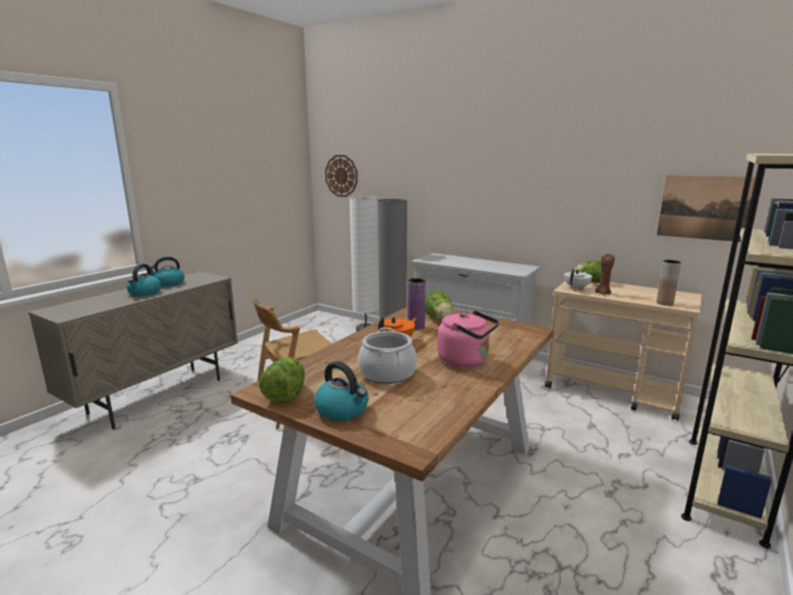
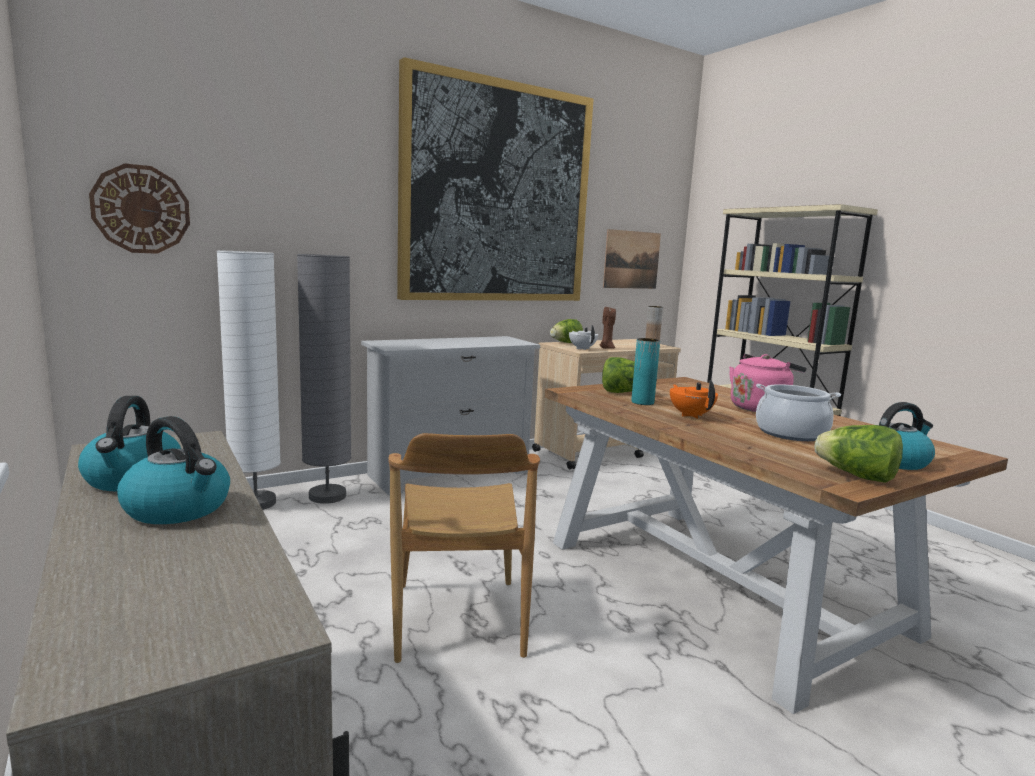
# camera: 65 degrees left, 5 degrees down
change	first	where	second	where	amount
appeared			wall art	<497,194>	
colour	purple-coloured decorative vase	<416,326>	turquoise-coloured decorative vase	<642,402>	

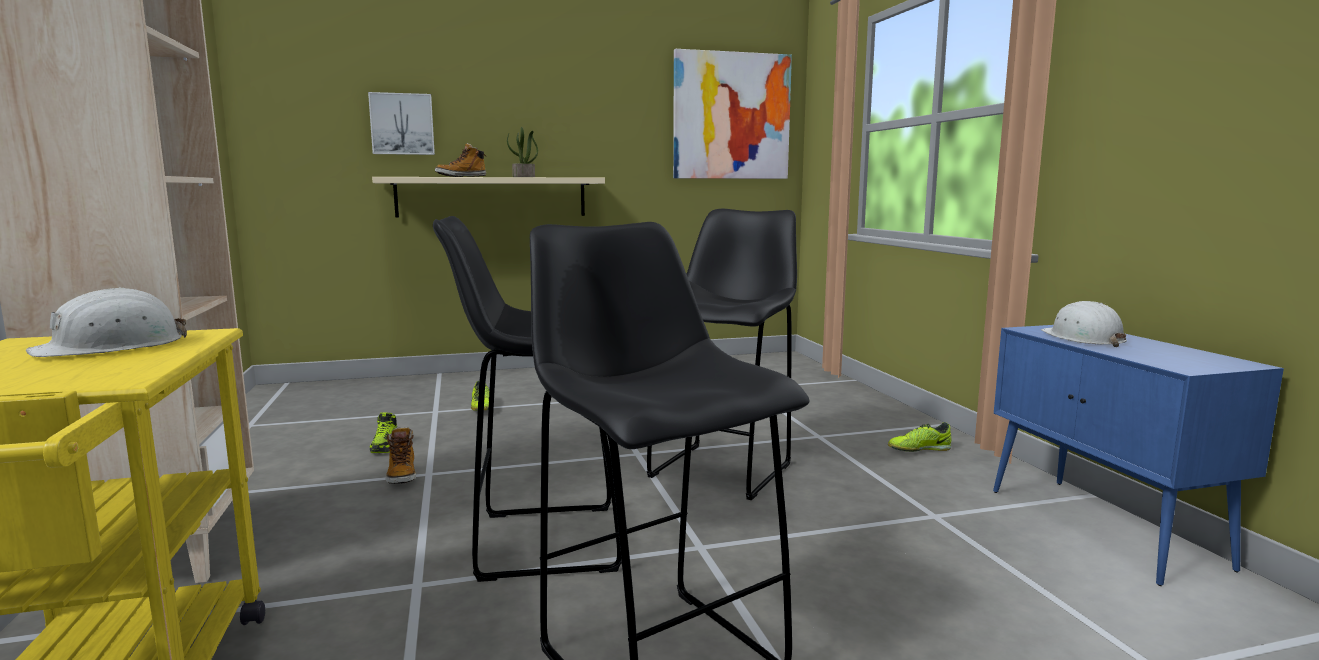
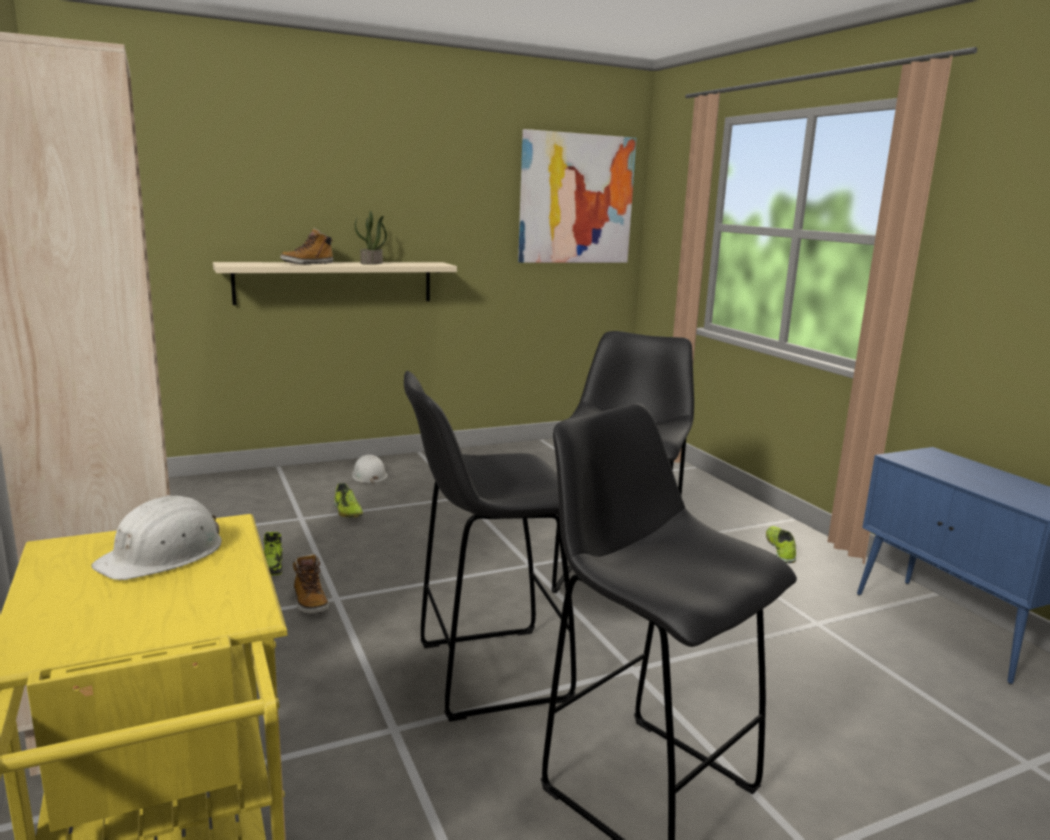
# camera: 10 degrees left, 5 degrees up
change	first	where	second	where	amount
missing	wall art	<402,124>			
relocated	white hard hat	<1082,338>		<369,476>	
spun	low shoe	<918,450>		<780,550>	120 degrees clockwise

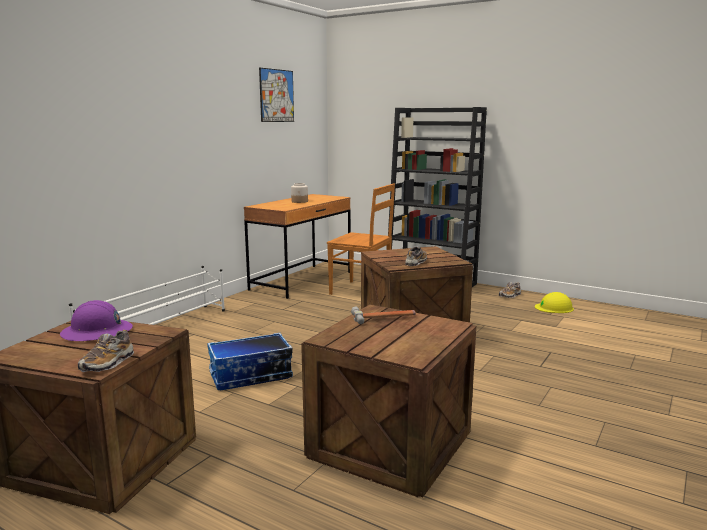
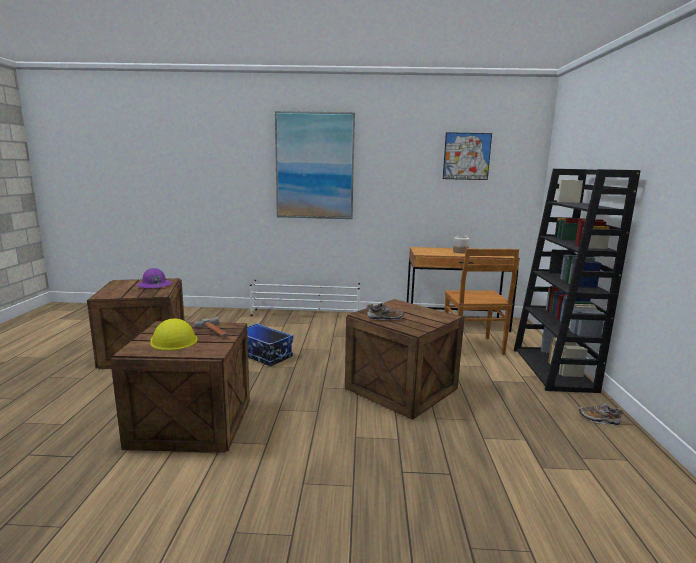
# camera: 60 degrees right, 0 degrees up
change	first	where	second	where	amount
missing	low shoe	<107,363>			
appeared			wall art	<314,166>	
relocated	yellow-coloured hard hat	<554,308>		<173,340>	

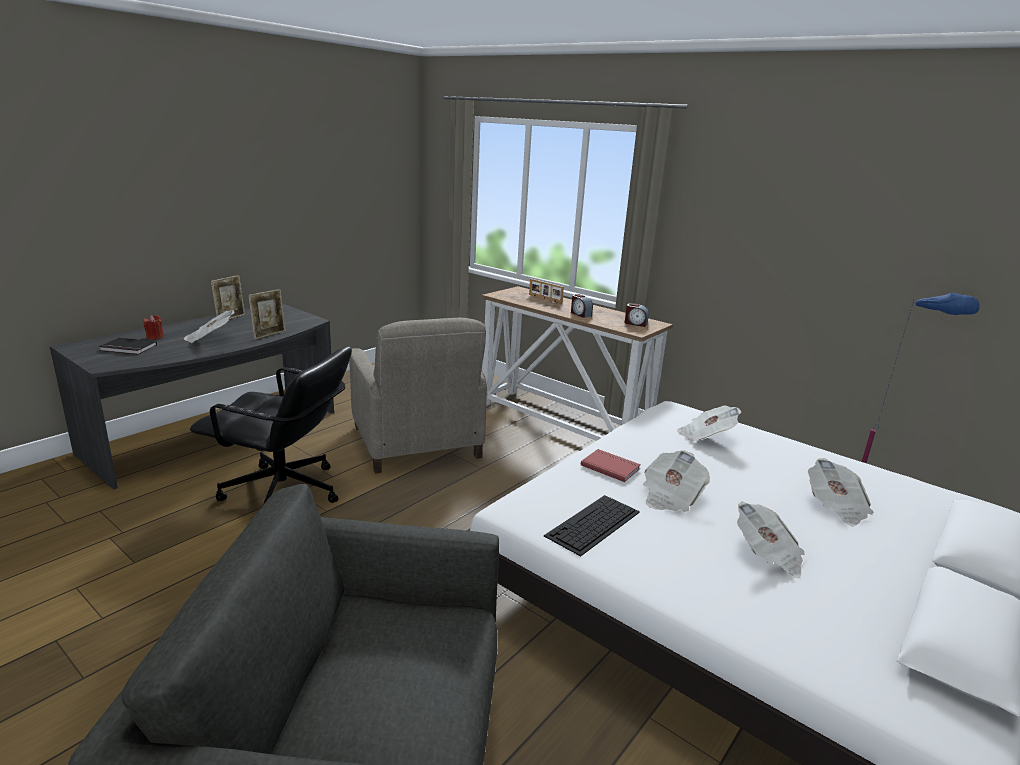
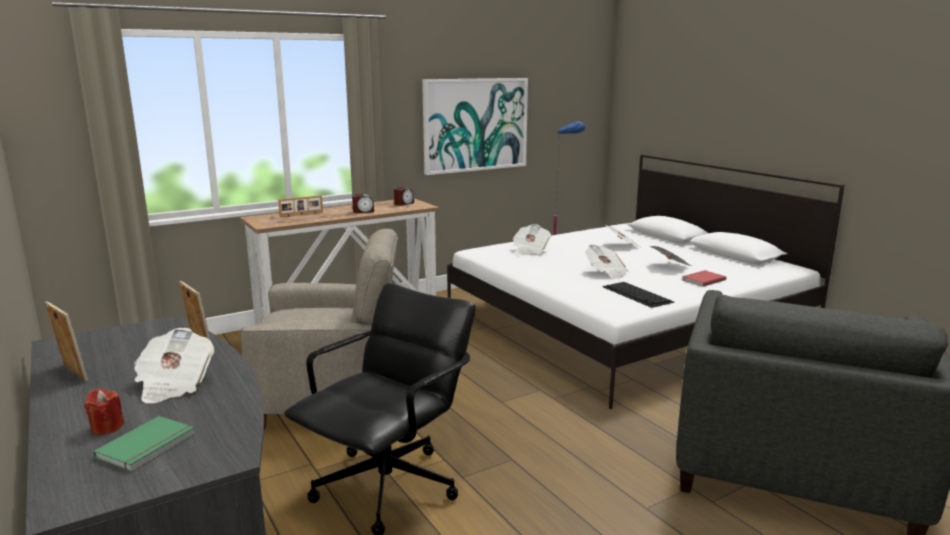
# camera: 70 degrees left, 5 degrees down
change	first	where	second	where	amount
appeared			wall art	<475,125>	
relocated	red-coloured volume	<610,466>		<702,279>	
colour	black volume	<128,348>	green-coloured volume	<148,446>	

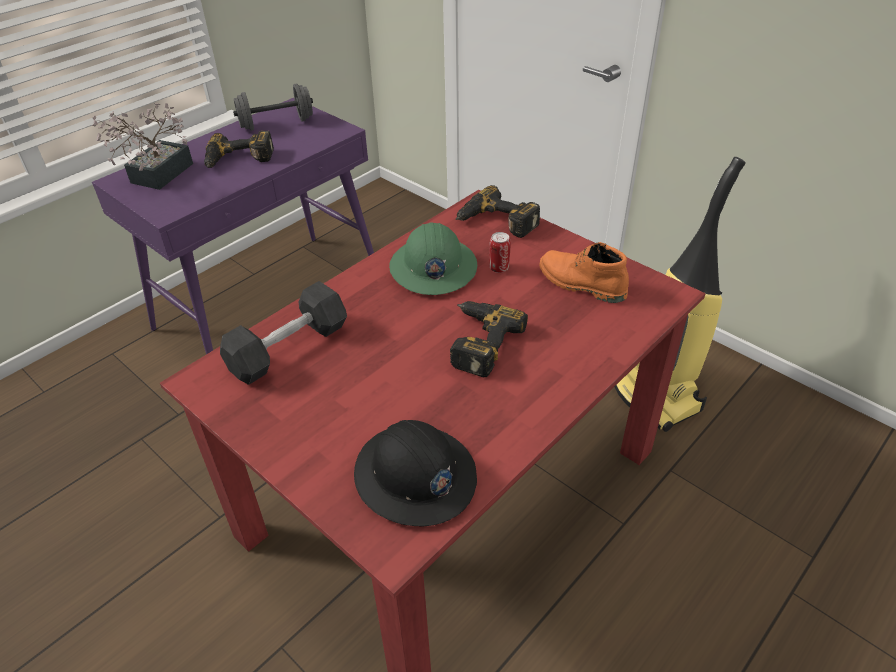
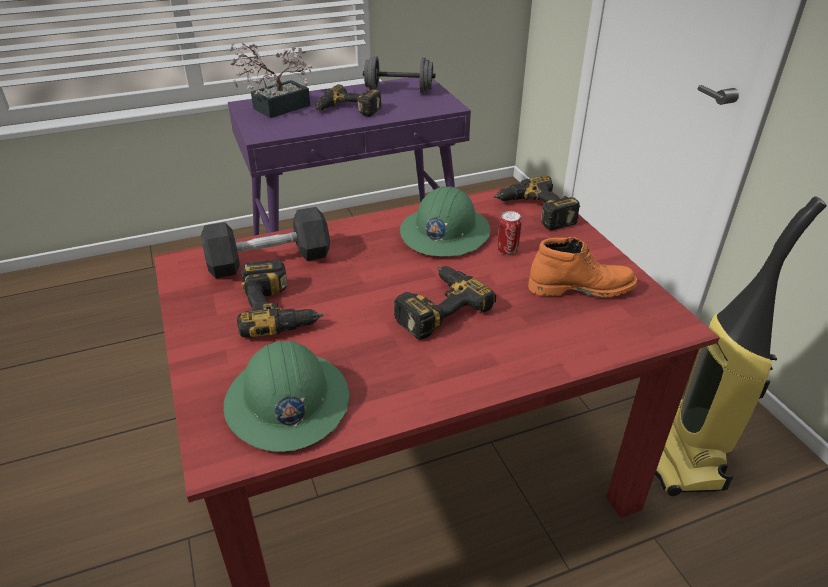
# camera: 25 degrees right, 5 degrees down
change	first	where	second	where	amount
appeared			power drill	<280,309>	
colour	black hard hat	<415,477>	green-coloured hard hat	<287,402>	
spun	orange-coloured high-top boot	<580,284>		<580,287>	120 degrees clockwise

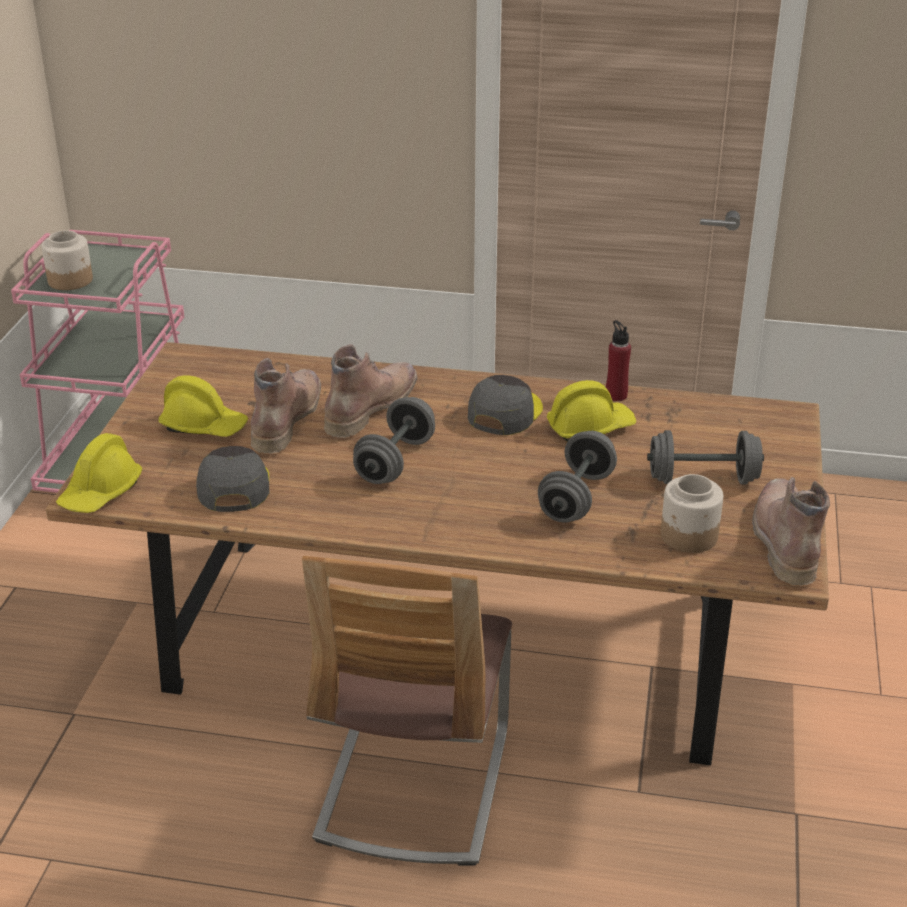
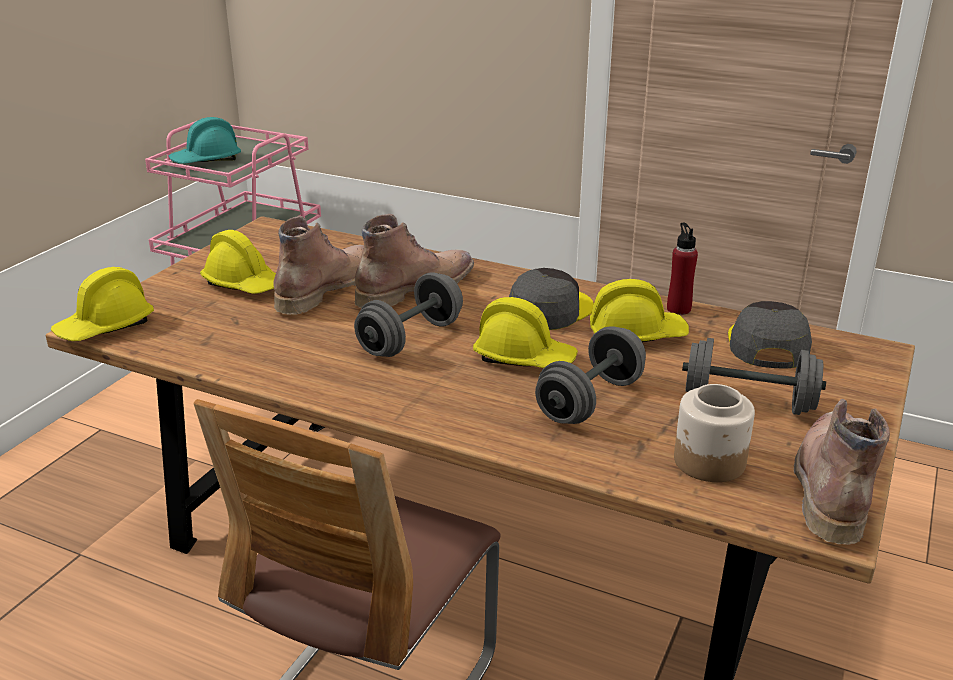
# camera: 15 degrees right, 5 degrees down
change	first	where	second	where	amount
appeared			yellow-coloured hard hat	<524,358>	
relocated	gray cap	<233,486>		<766,345>	
exchanged	jar	<71,280>	turquoise-coloured hard hat	<206,160>	

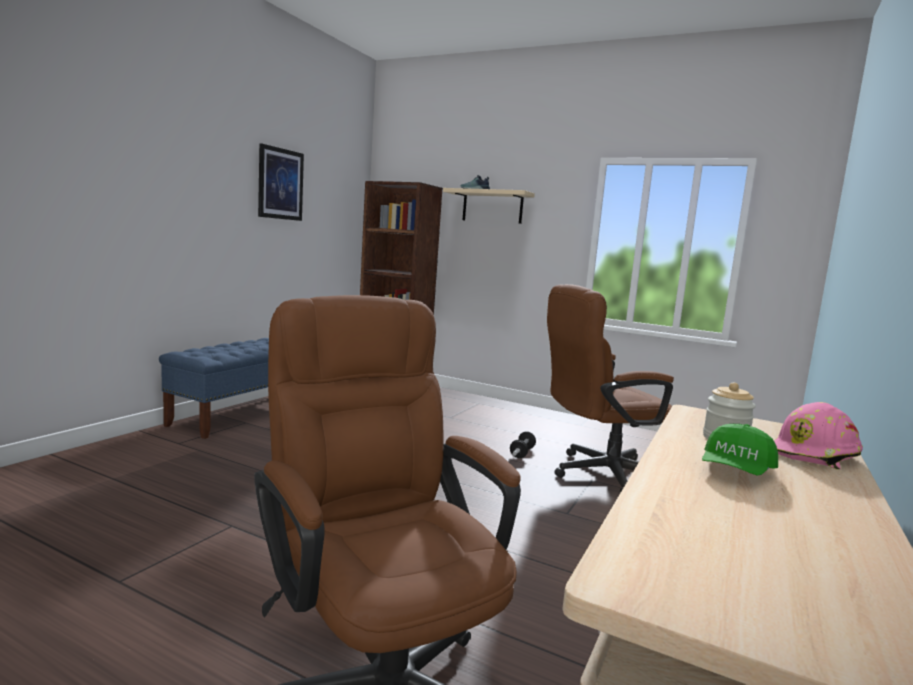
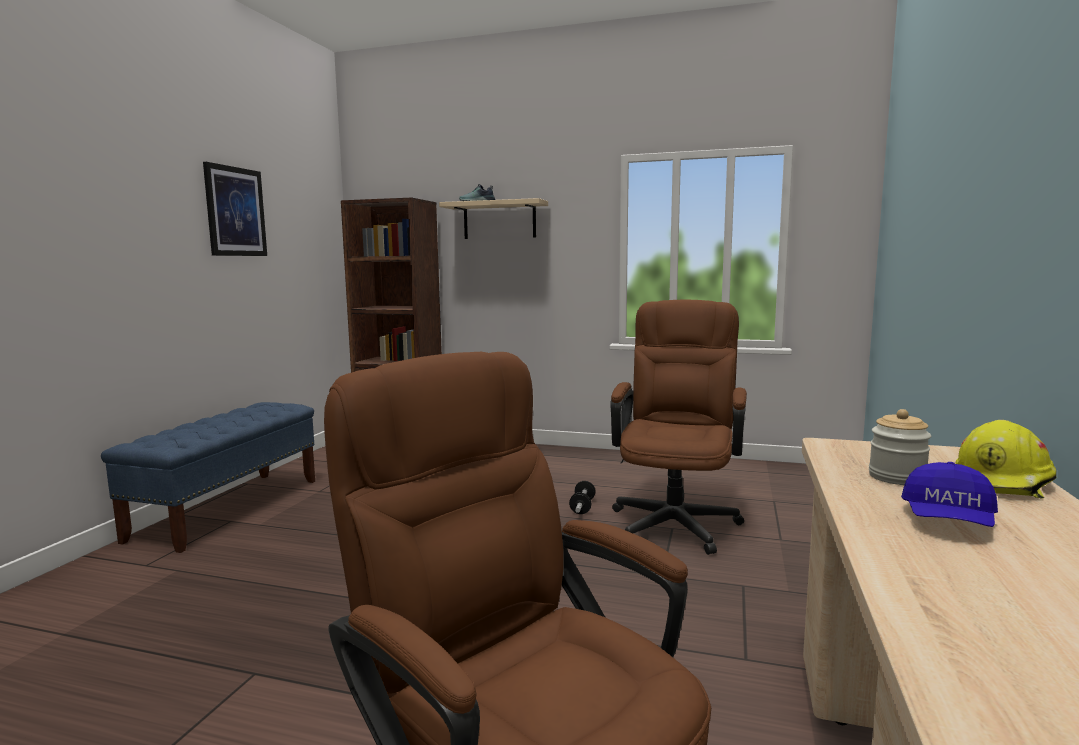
# camera: 10 degrees left, 0 degrees up
change	first	where	second	where	amount
colour	green-coloured cap	<736,471>	bluish cap	<948,521>	
colour	pink hard hat	<815,455>	yellow-coloured hard hat	<1002,483>	
spun	brown-coloured office chair	<598,474>		<676,519>	135 degrees clockwise

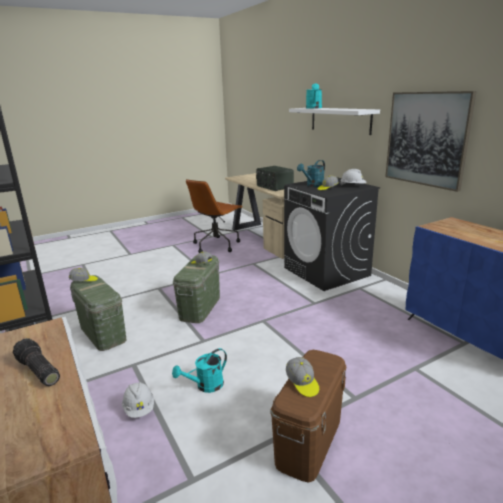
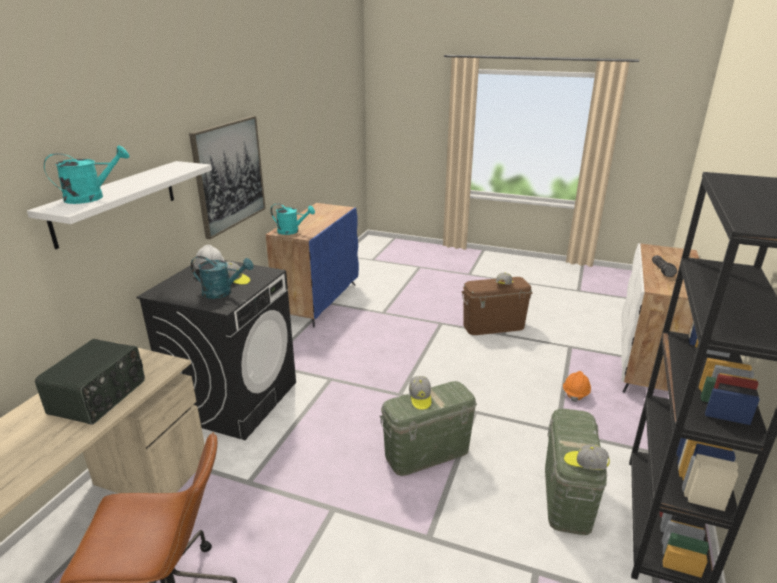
# camera: 130 degrees left, 5 degrees up
change	first	where	second	where	amount
relocated	turquoise-coloured watering pot	<205,386>		<292,231>	
colour	white hard hat	<139,408>	orange-coloured hard hat	<575,393>	

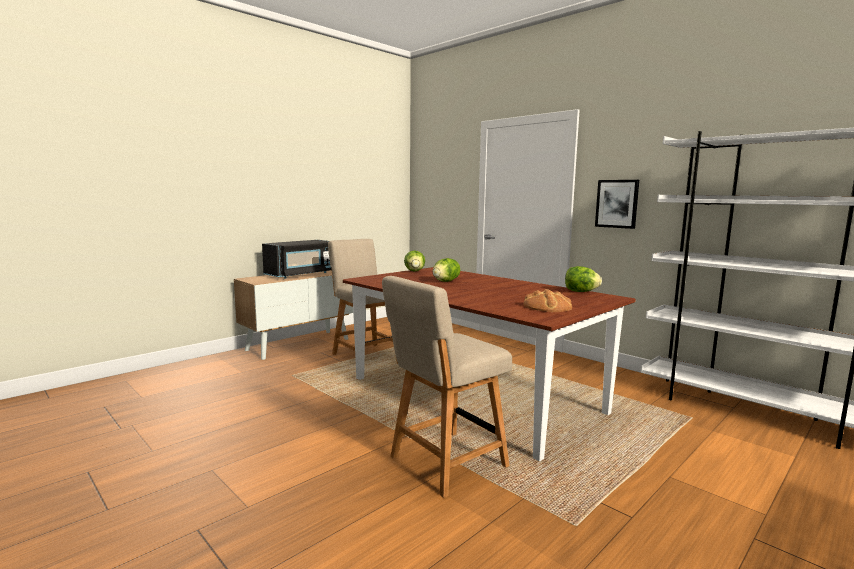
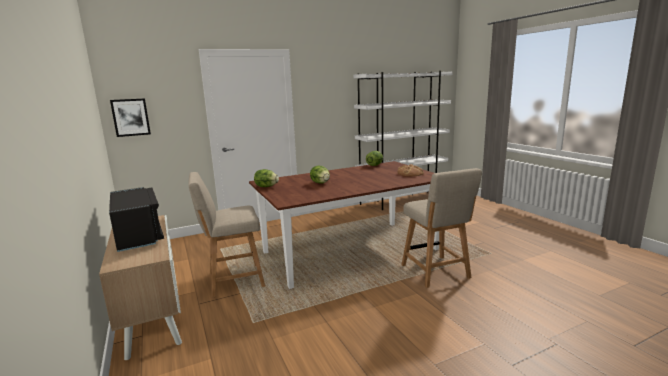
# camera: 70 degrees left, 5 degrees up
change	first	where	second	where	amount
relocated	wall art	<617,203>		<131,117>	

